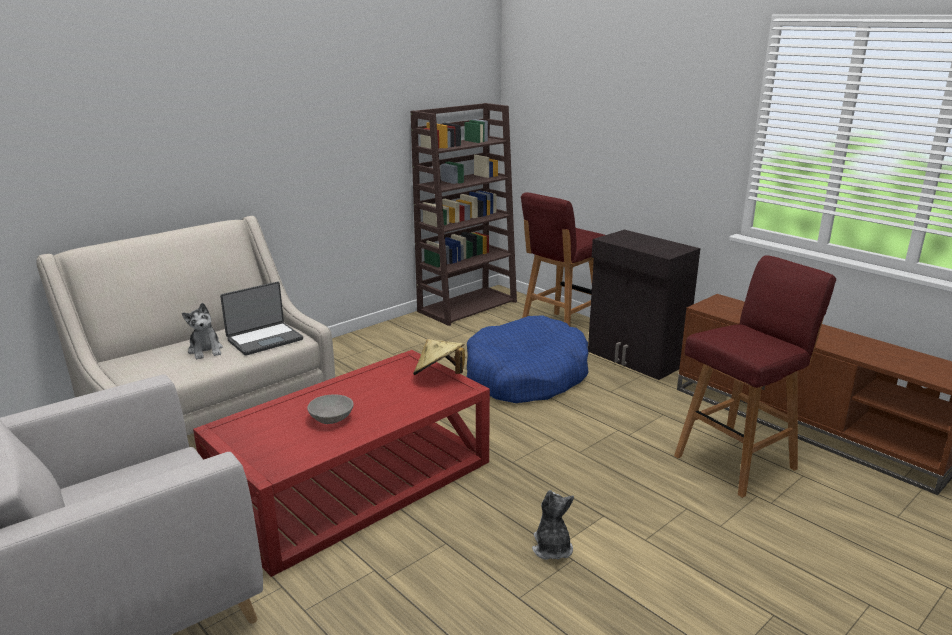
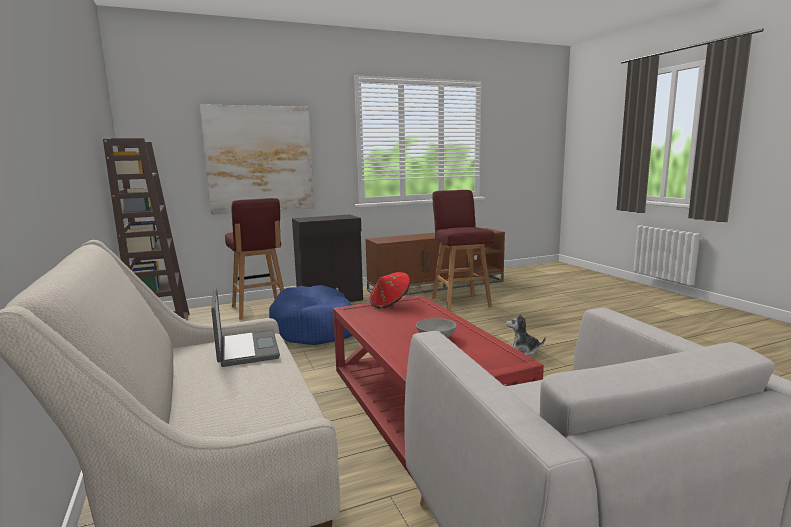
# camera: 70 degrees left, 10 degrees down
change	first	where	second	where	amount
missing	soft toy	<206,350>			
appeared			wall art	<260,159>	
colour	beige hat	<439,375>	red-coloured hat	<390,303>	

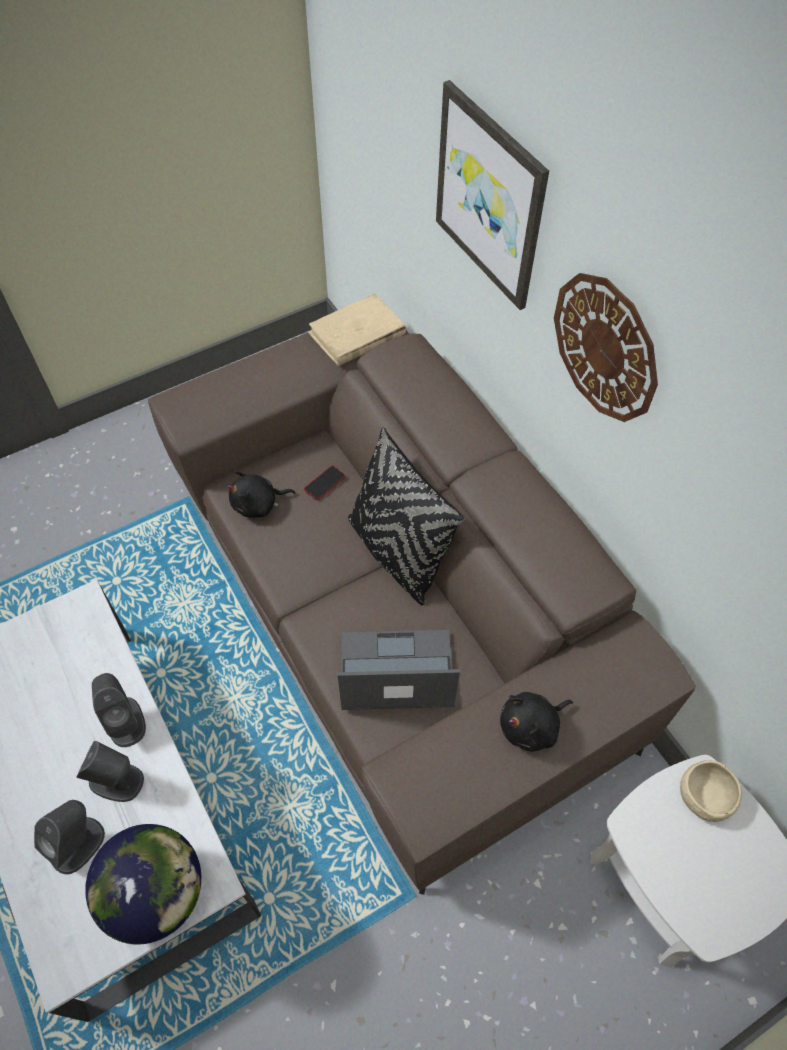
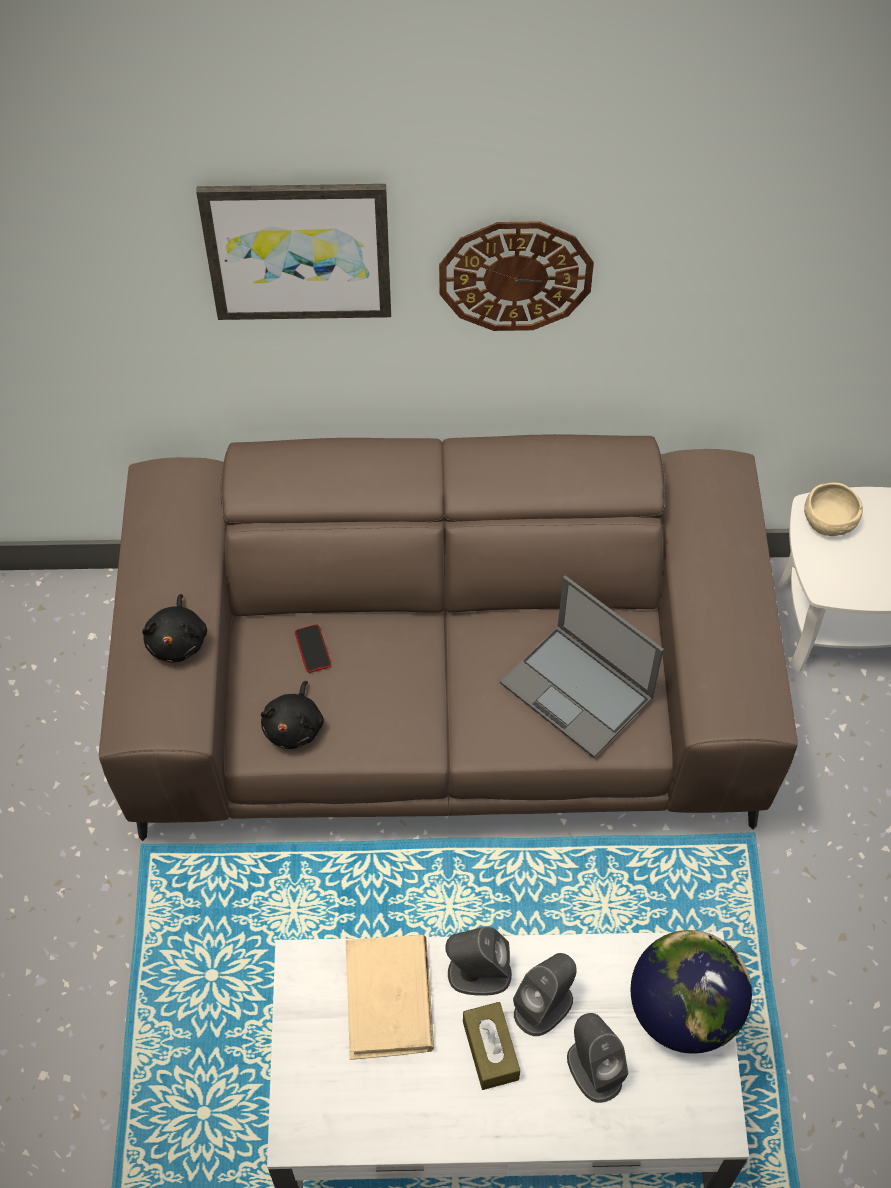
# camera: 60 degrees left, 0 degrees up
change	first	where	second	where	amount
missing	black throw pillow	<397,552>			
appeared			brown-coloured tissue holder	<490,1050>	
relocated	beige volume	<356,334>		<388,999>	
relocated	black soft toy	<531,726>		<178,640>	
spun	laptop	<395,670>		<578,691>	75 degrees counterclockwise

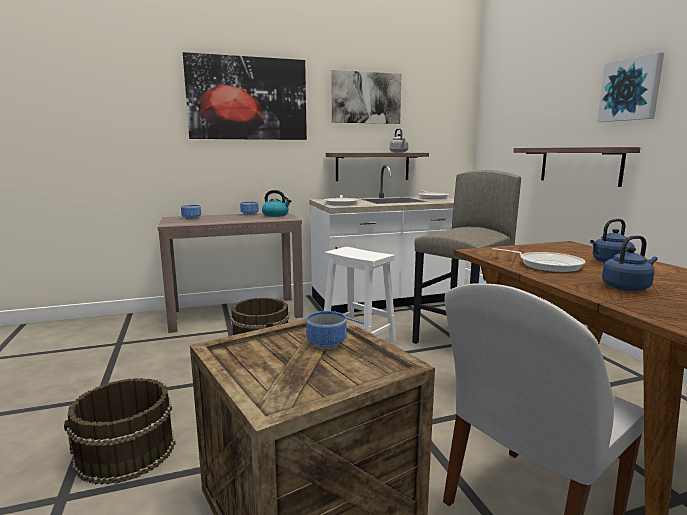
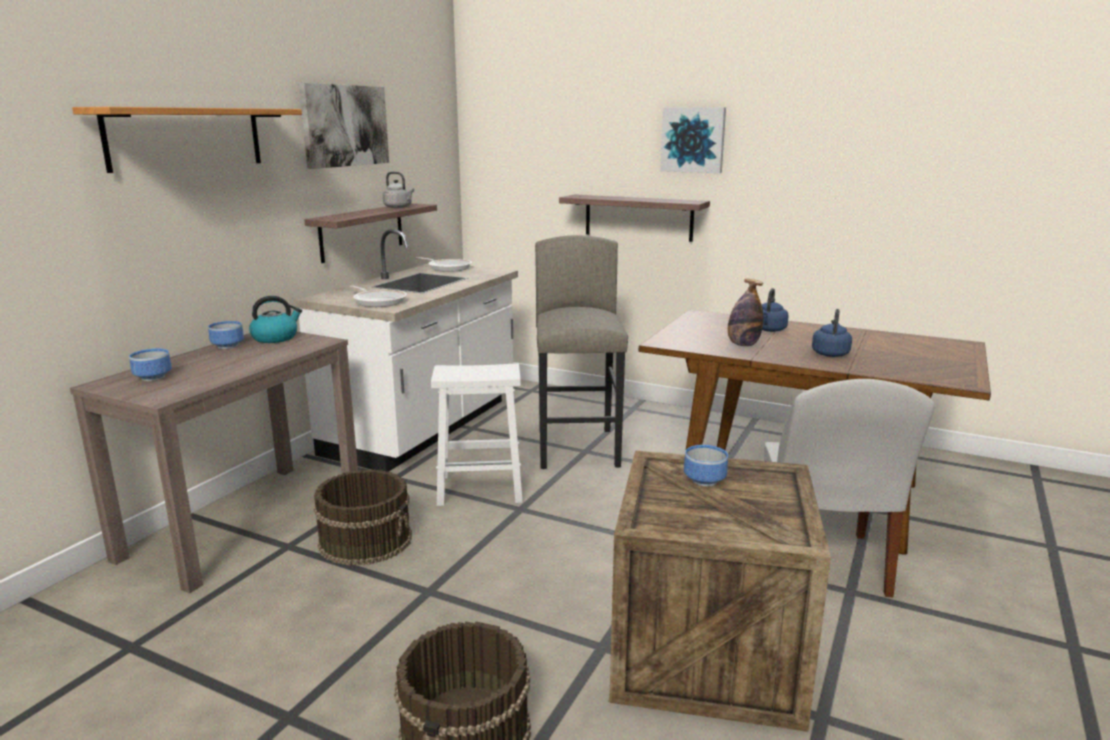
# camera: 45 degrees left, 5 degrees up
change	first	where	second	where	amount
exchanged	wall art	<247,99>	bracket shelf	<186,138>	
exchanged	skillet	<546,265>	beverage bottle	<743,344>	

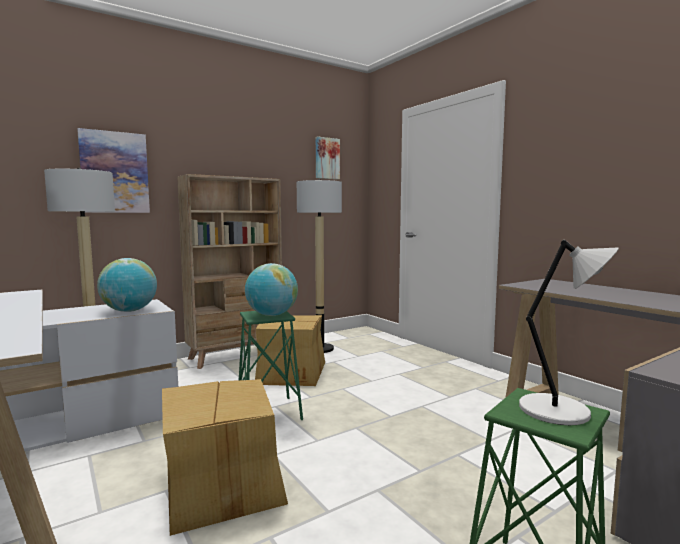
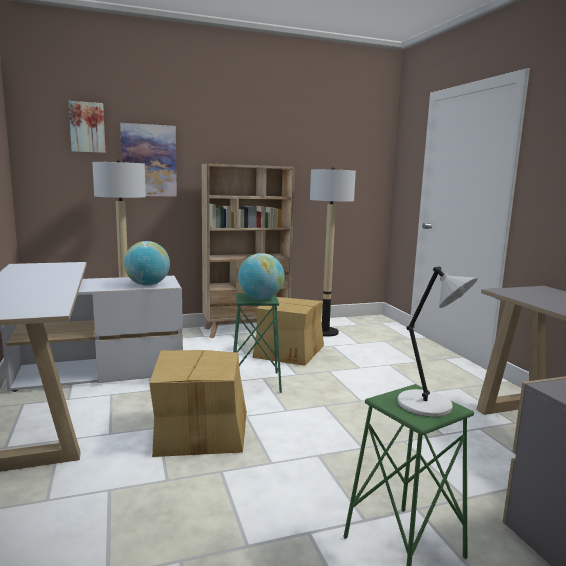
# camera: 15 degrees right, 5 degrees up
change	first	where	second	where	amount
relocated	wall art	<326,158>		<87,127>	

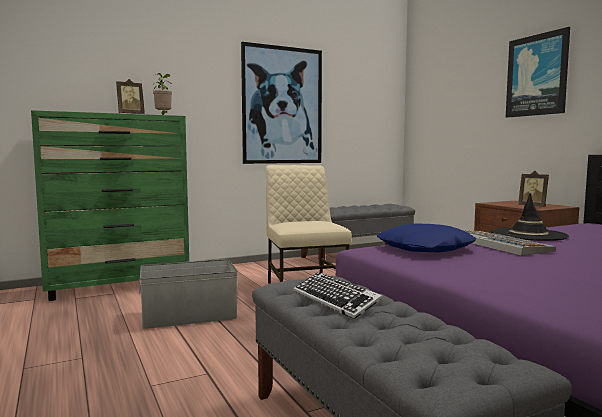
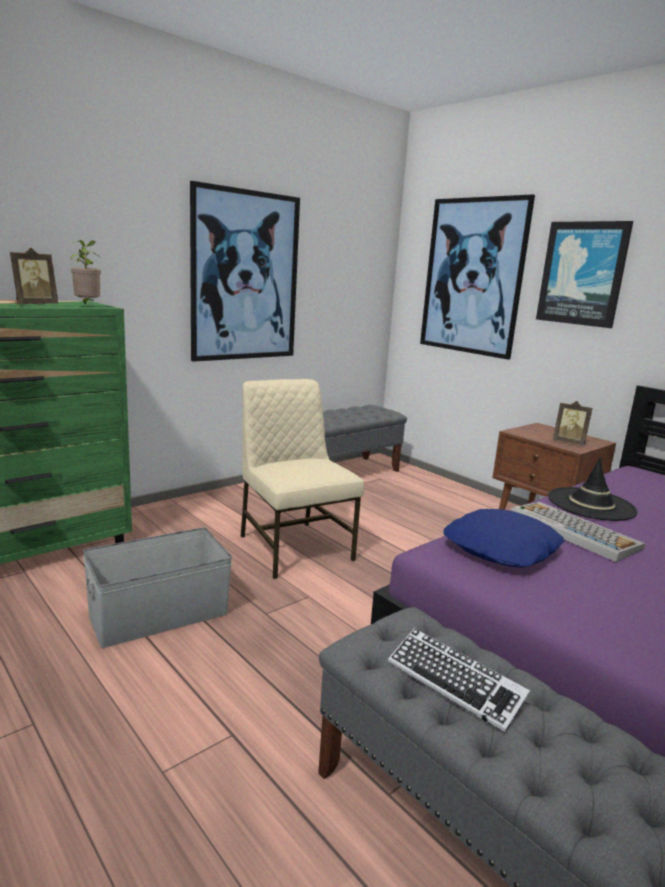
# camera: 15 degrees left, 10 degrees up
change	first	where	second	where	amount
appeared			wall art	<473,277>	

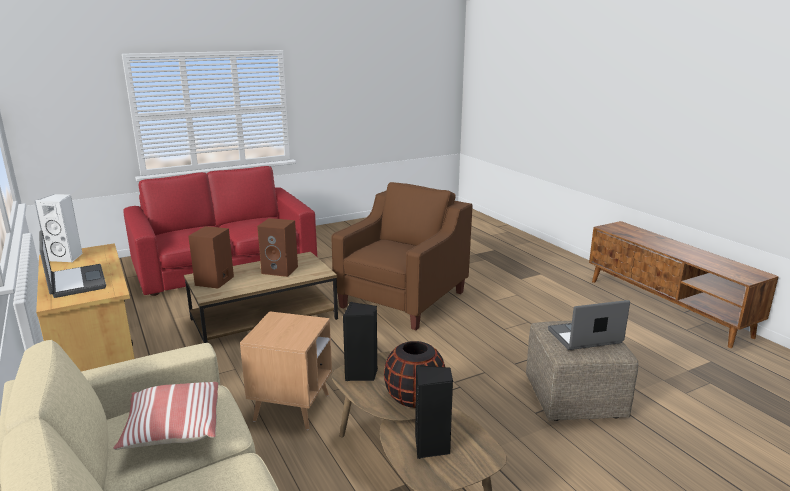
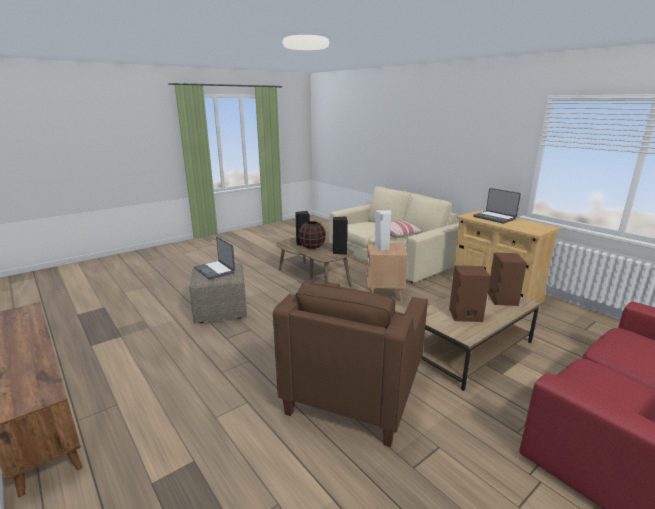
# camera: 170 degrees right, 0 degrees up
change	first	where	second	where	amount
relocated	white audio speaker	<67,257>		<382,247>	
spun	laptop	<585,337>		<215,270>	75 degrees clockwise

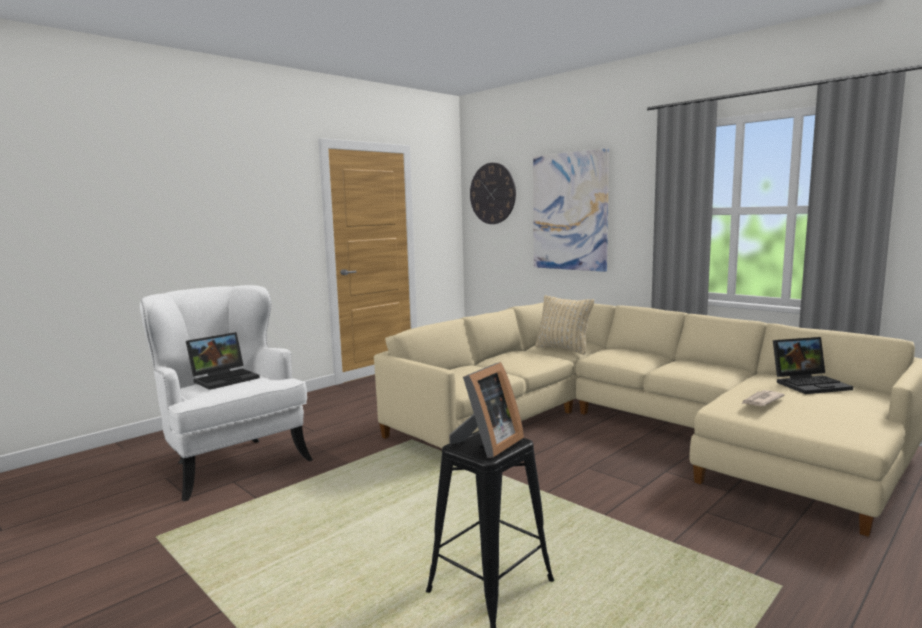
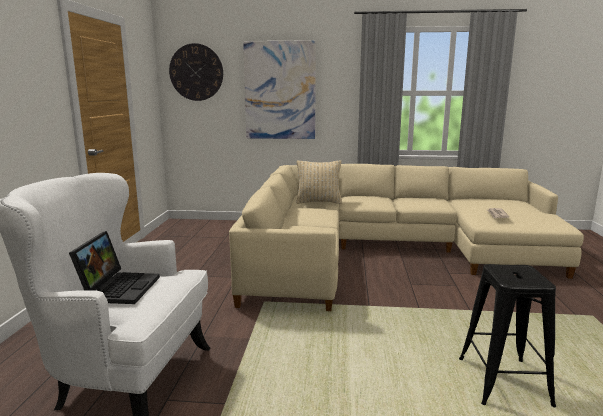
# camera: 40 degrees left, 5 degrees up
change	first	where	second	where	amount
missing	picture frame	<487,445>			
missing	laptop	<810,384>			

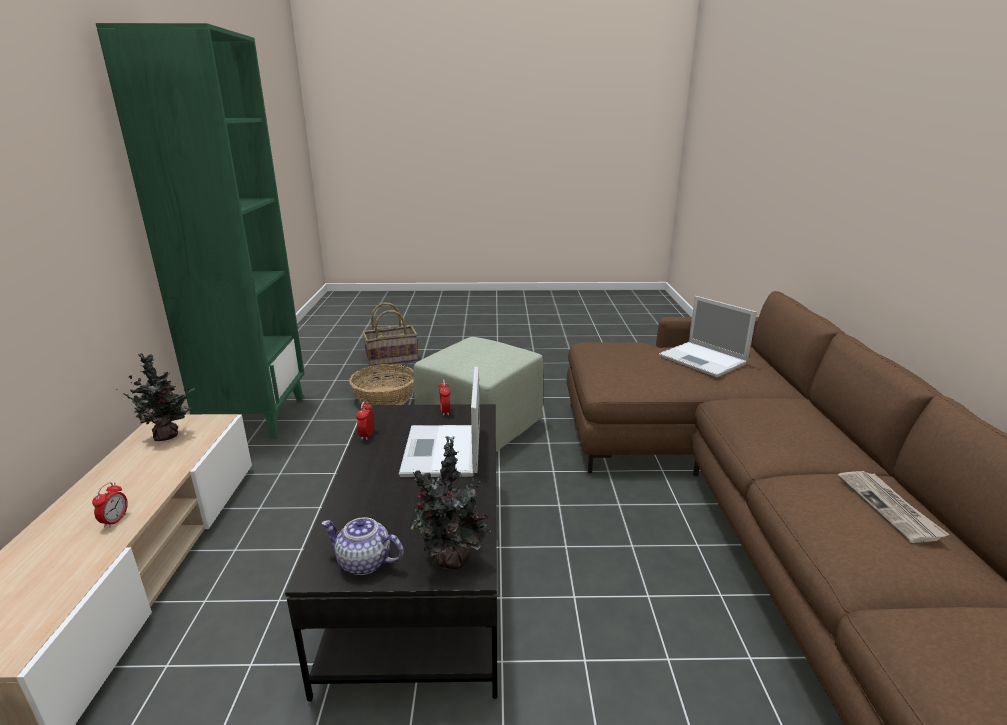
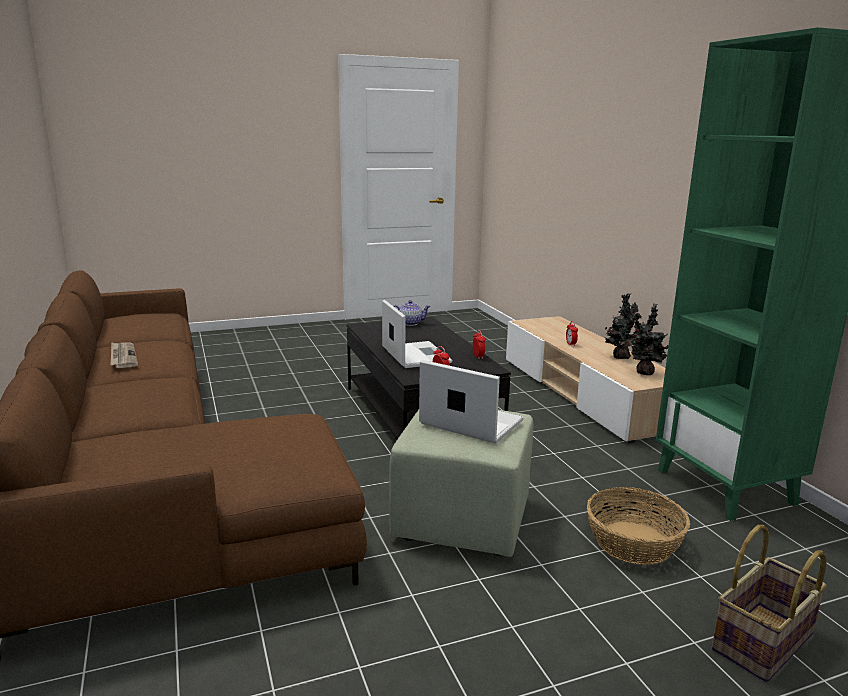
# camera: 160 degrees right, 5 degrees down
change	first	where	second	where	amount
relocated	houseplant	<451,561>		<620,356>	
relocated	laptop	<704,360>		<469,422>	

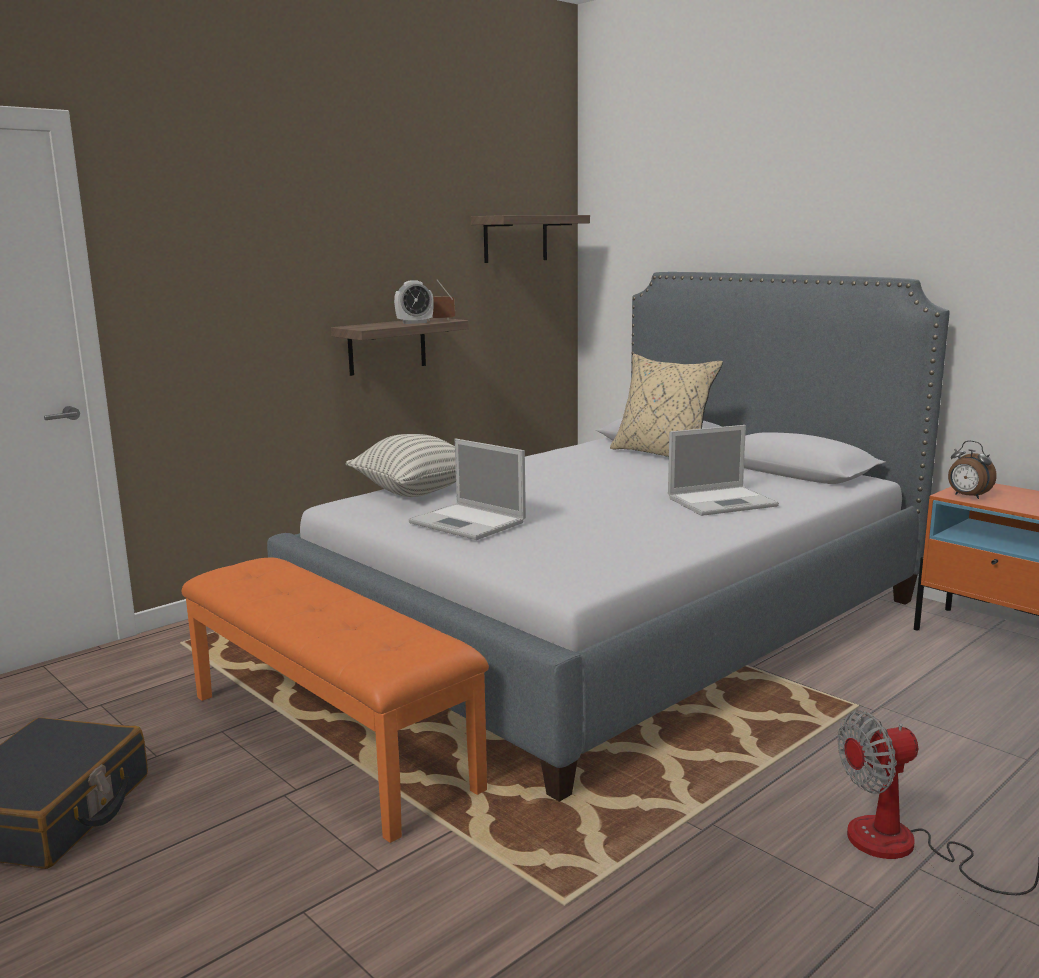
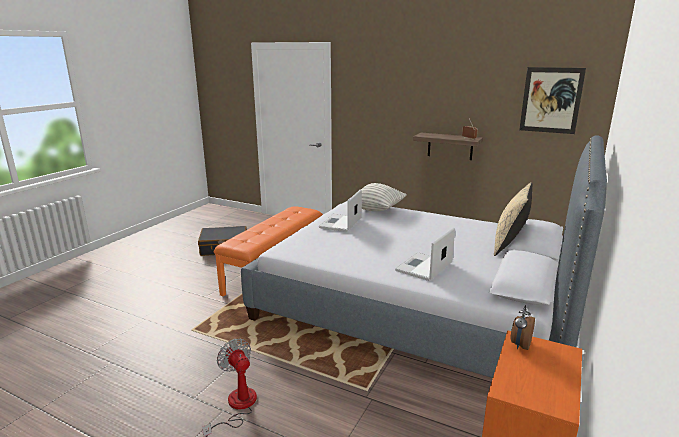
# camera: 70 degrees right, 5 degrees up
change	first	where	second	where	amount
missing	table clock	<414,323>			
exchanged	bracket shelf	<515,238>	wall art	<551,100>	
spun	laptop	<723,501>		<423,267>	75 degrees clockwise

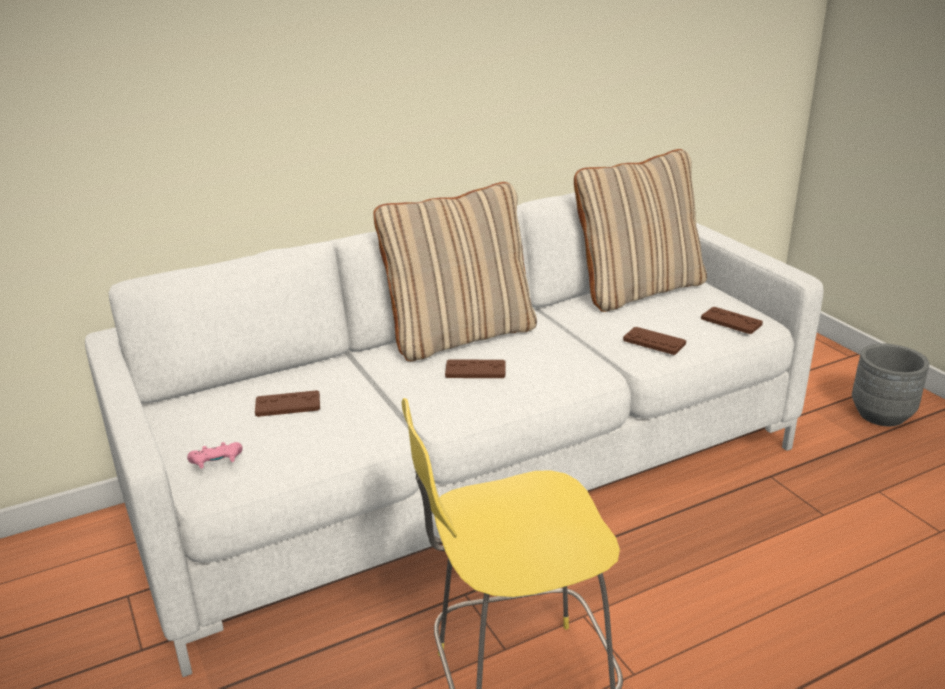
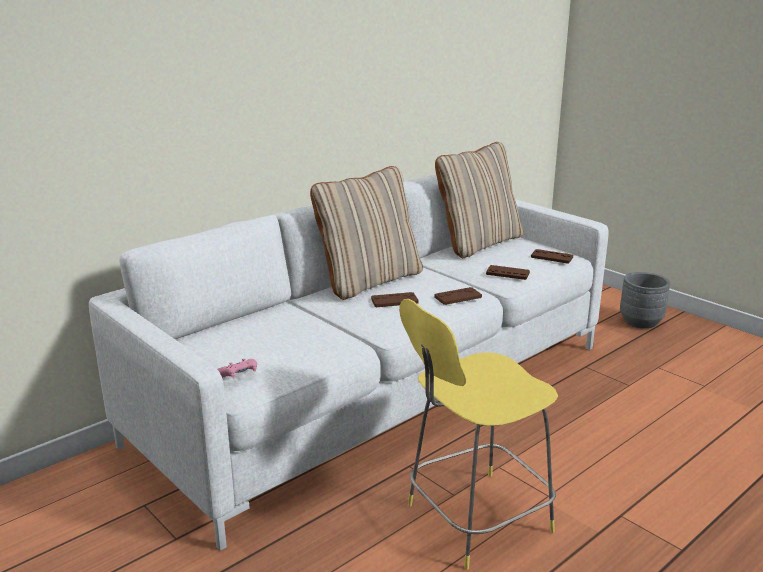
# camera: 15 degrees left, 5 degrees down
change	first	where	second	where	amount
relocated	brown-coloured gamepad	<288,405>		<458,297>	

